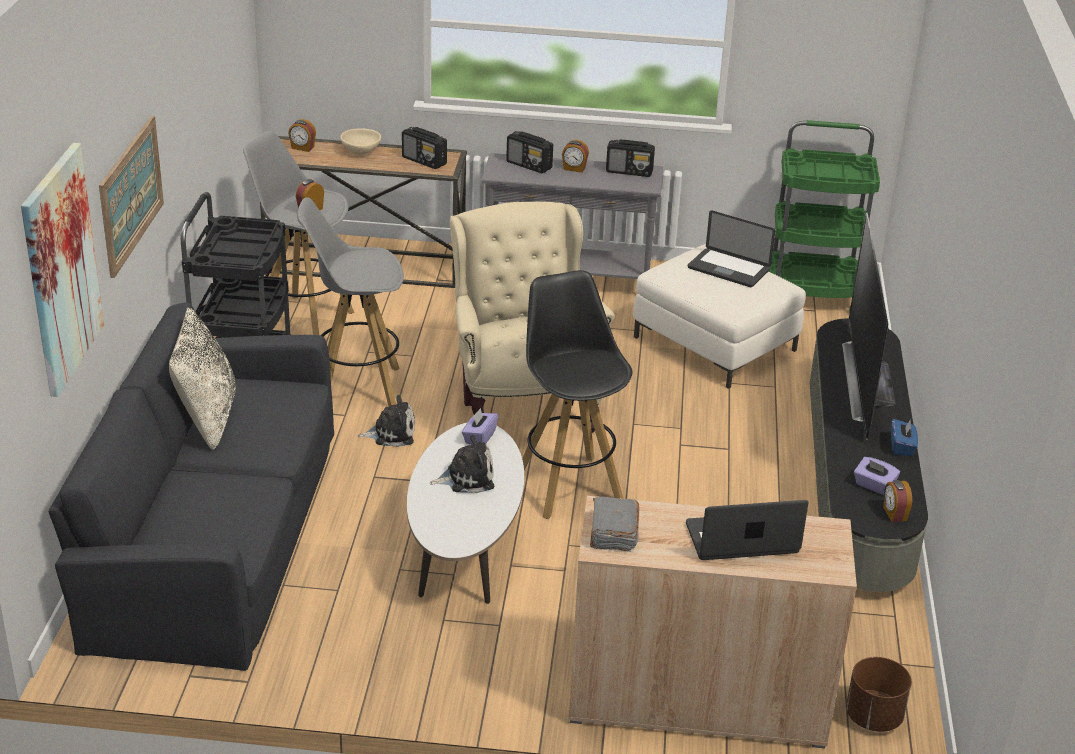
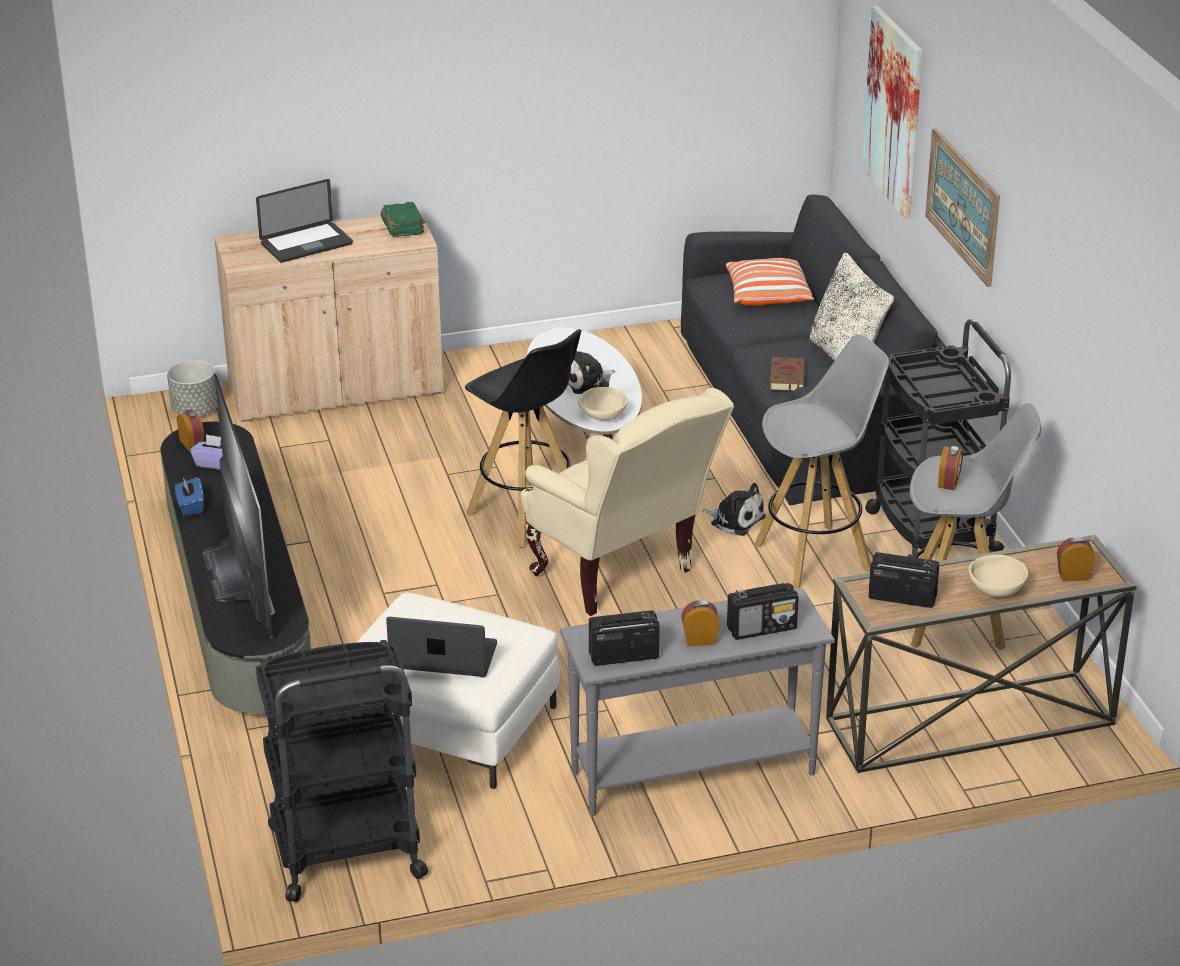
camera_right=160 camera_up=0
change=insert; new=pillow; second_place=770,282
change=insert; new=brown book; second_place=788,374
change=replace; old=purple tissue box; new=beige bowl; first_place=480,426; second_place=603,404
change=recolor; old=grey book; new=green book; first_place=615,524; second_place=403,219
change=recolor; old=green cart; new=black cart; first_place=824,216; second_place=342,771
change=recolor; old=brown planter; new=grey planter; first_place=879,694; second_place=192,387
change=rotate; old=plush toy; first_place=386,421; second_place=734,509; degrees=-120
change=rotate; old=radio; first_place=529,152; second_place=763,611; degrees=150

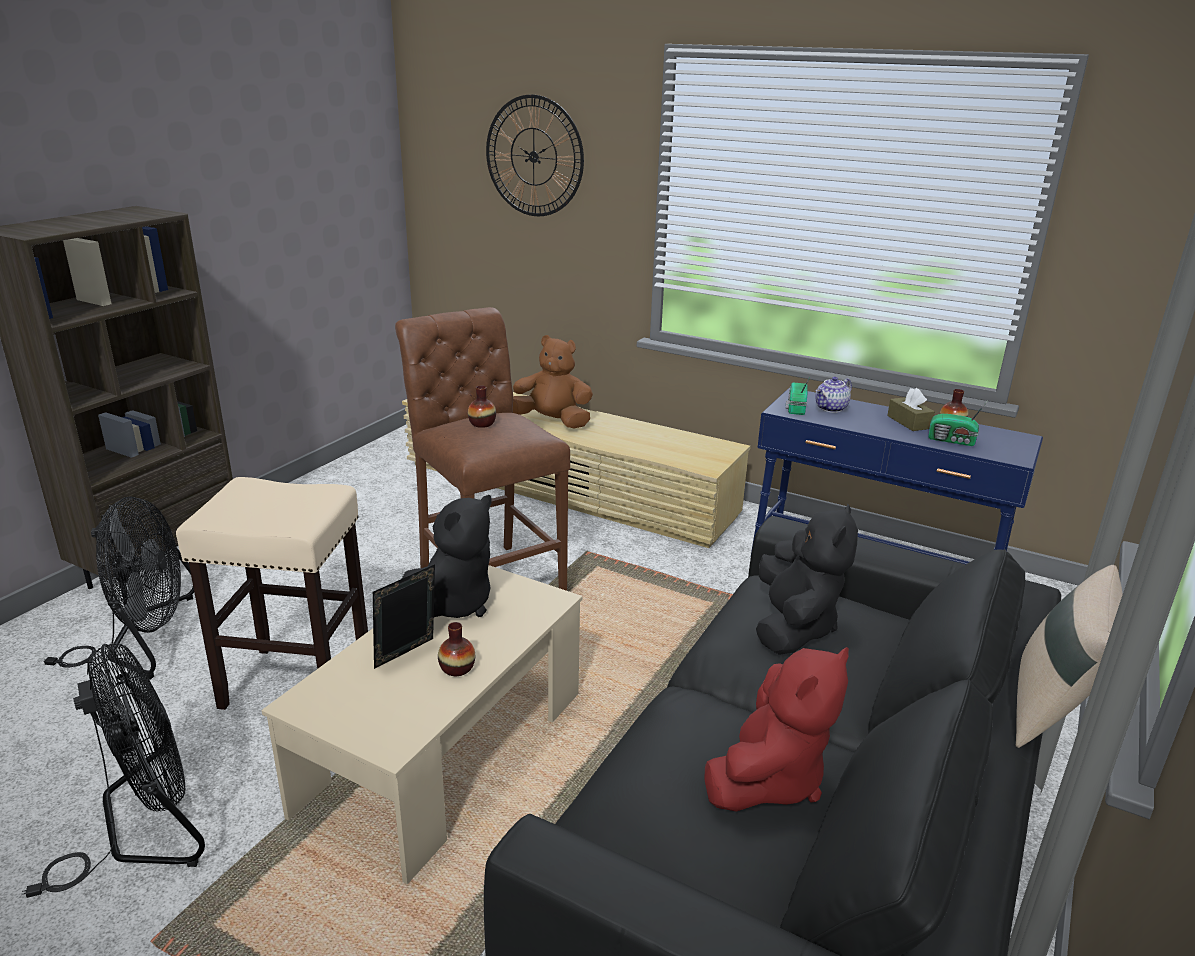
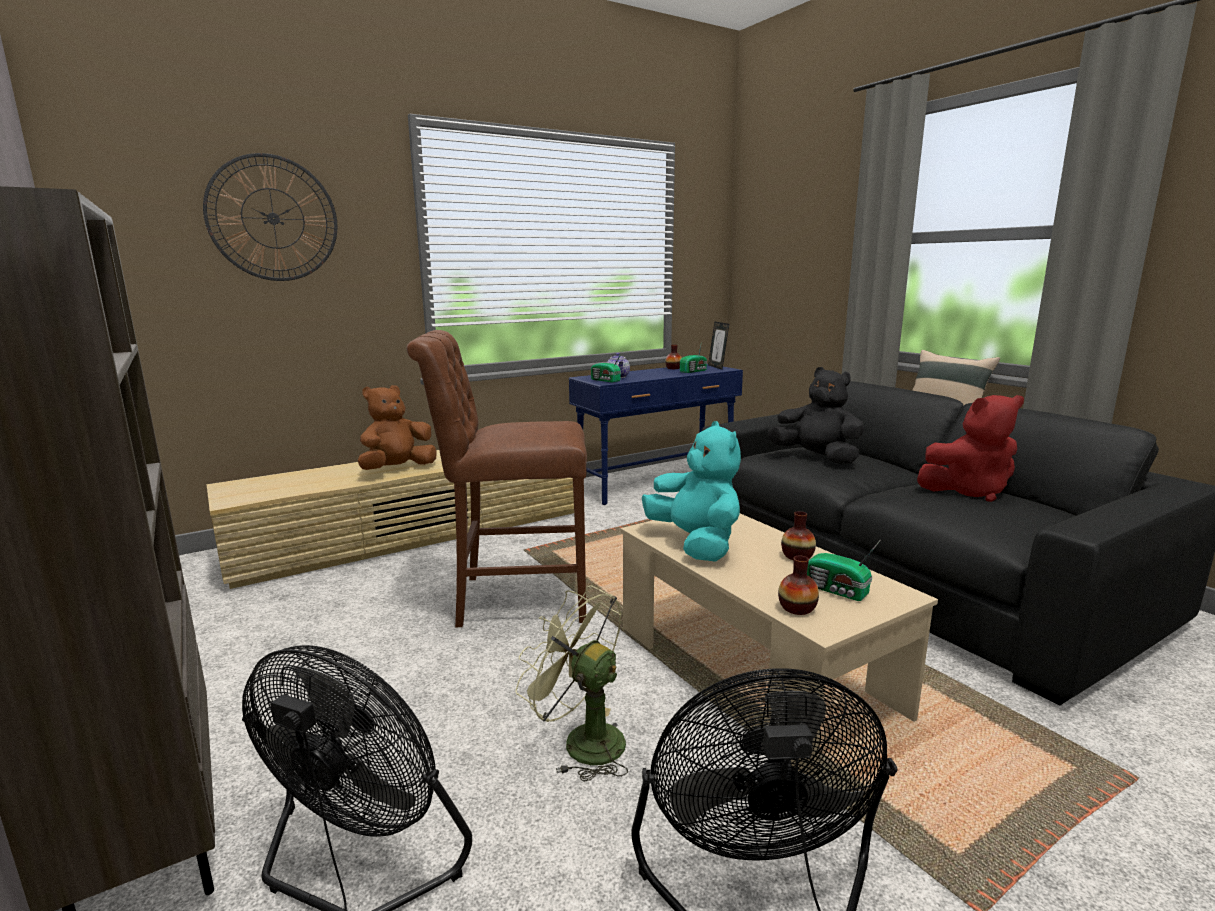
camera_right=-60 camera_up=-10
change=delete; old=brown tissue box; first_place=911,409
change=insert; new=radio; second_place=844,570
change=move; old=picture frame; first_place=404,616; second_place=718,345
change=move; old=vase; first_place=482,406; second_place=798,585
change=replace; old=beige stool; new=green fan; first_place=272,593; second_place=571,683
change=recolor; old=black plush toy; new=turquoise plush toy; first_place=447,556; second_place=691,491
change=rotate; old=red plush toy; first_place=776,729; second_place=970,448; degrees=105

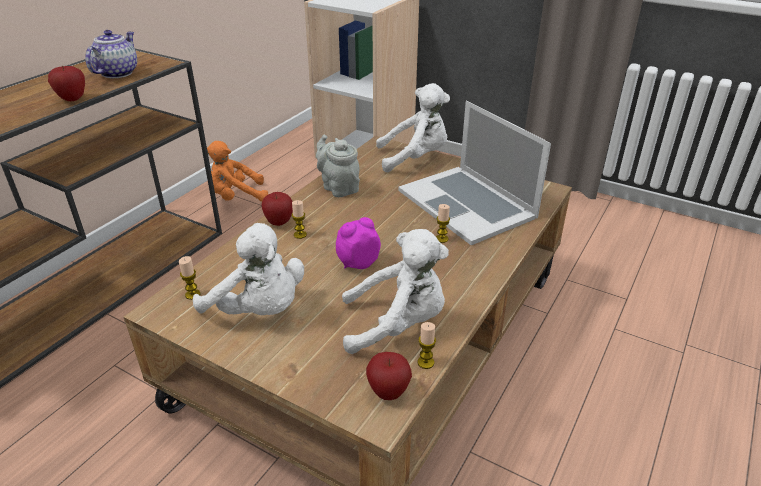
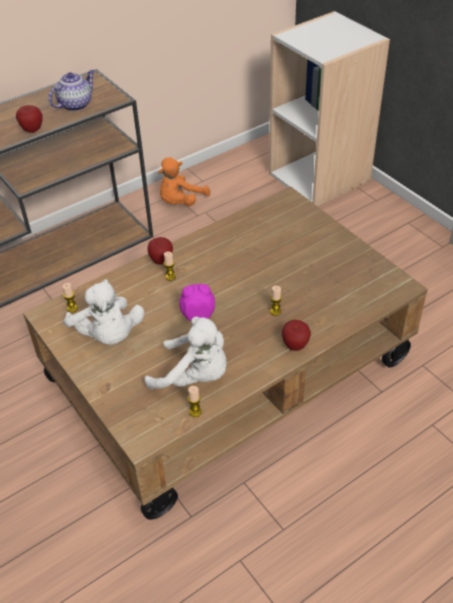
camera_right=25 camera_up=10
change=delete; old=grey teapot; first_place=338,165
change=delete; old=white plush toy; first_place=413,127
change=delete; old=laptop; first_place=474,173
change=move; old=apple; first_place=389,376; second_place=296,335
change=rotate; old=orange plush toy; first_place=237,171; second_place=184,181; degrees=-60

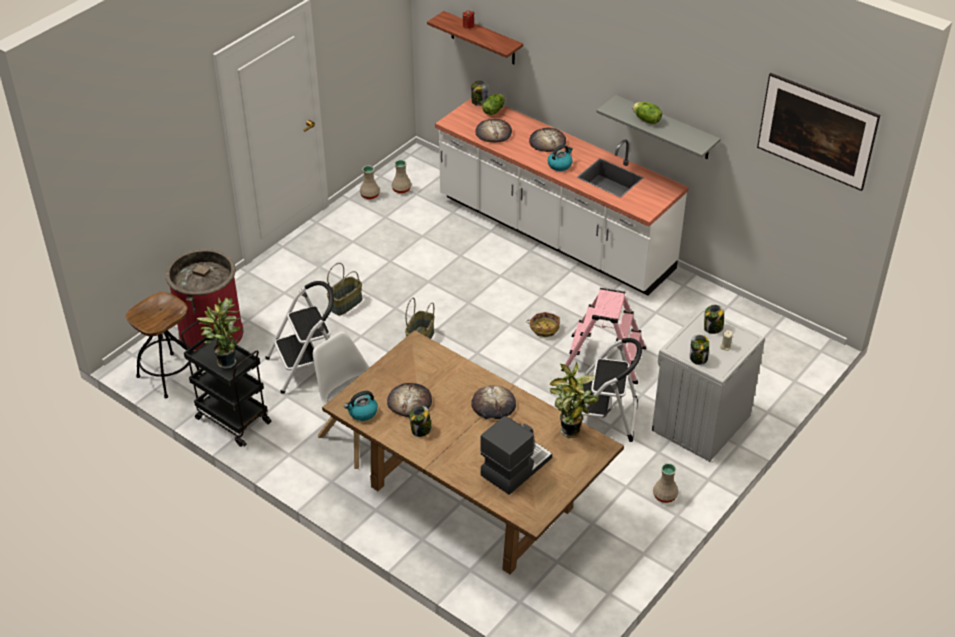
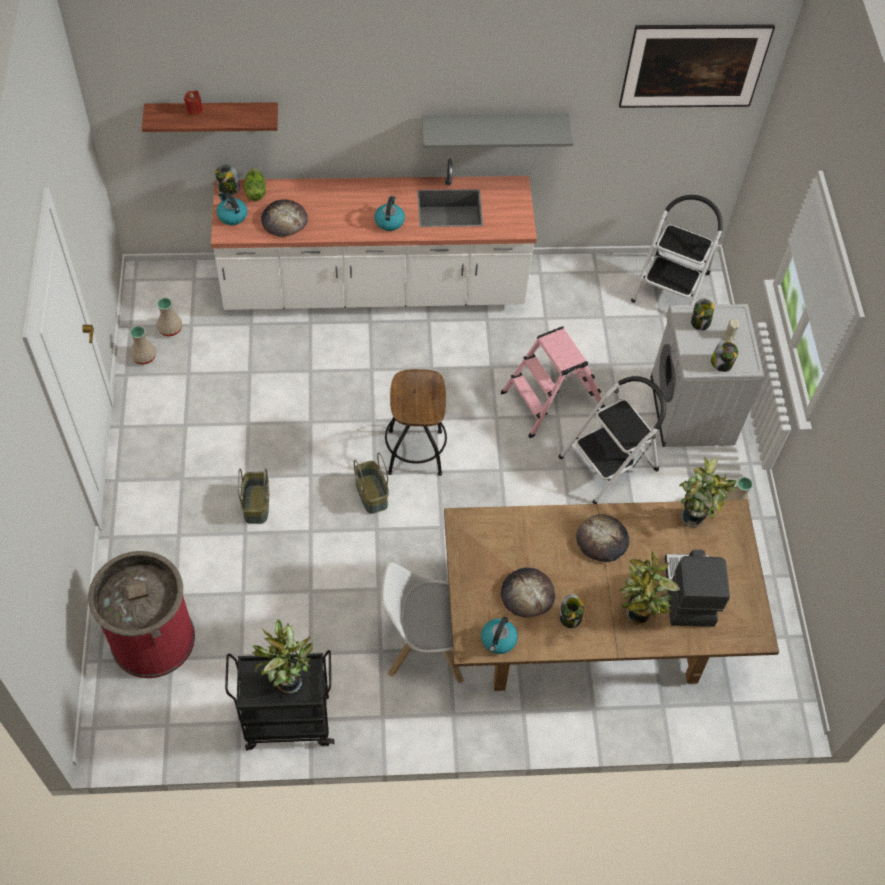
camera_right=-45 camera_up=15
change=delete; old=basket; first_place=543,324
change=delete; old=bread; first_place=547,140
change=delete; old=lettuce; first_place=647,113
change=insert; new=kettle; second_place=232,208
change=insert; new=potted plant; second_place=649,587
change=move; old=brown stool; first_place=164,345; second_place=416,422
change=move; old=step ladder; first_place=299,337; second_place=677,250

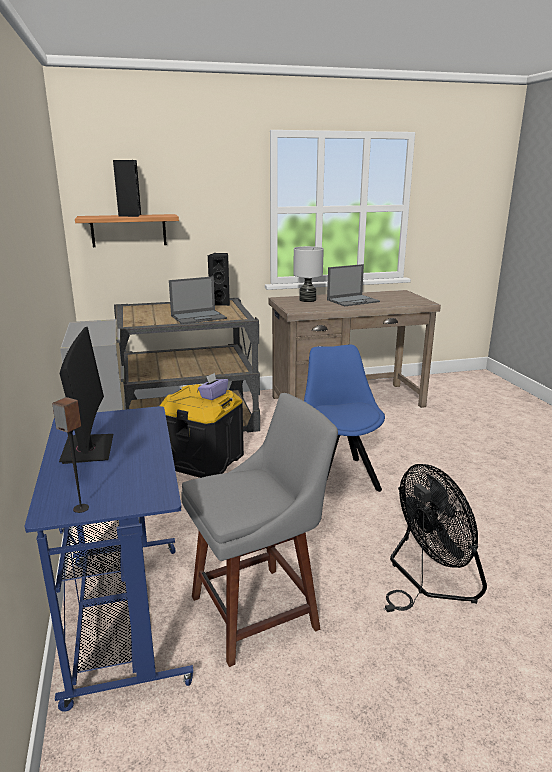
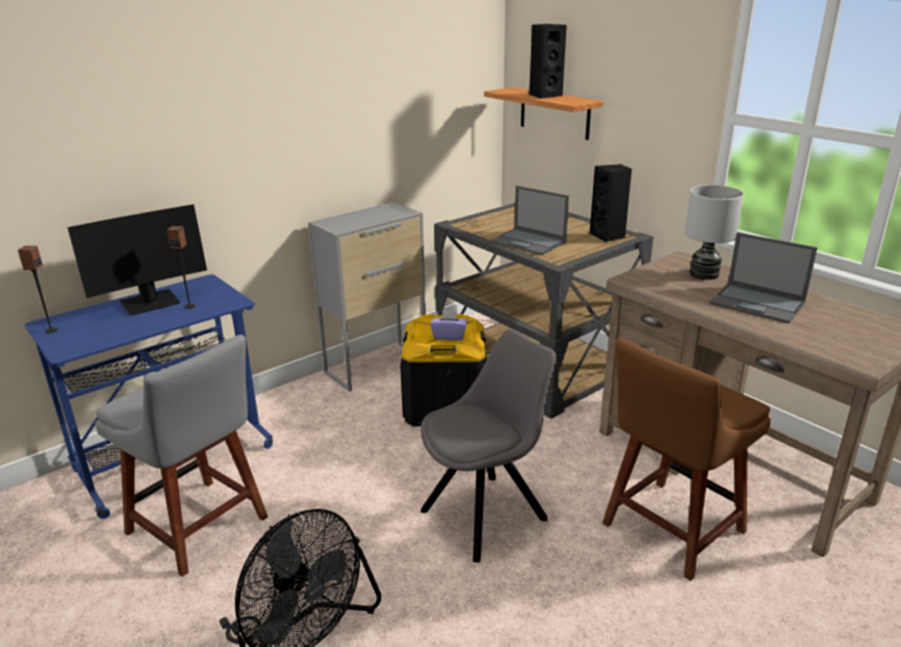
camera_right=65 camera_up=5
change=insert; new=speaker; second_place=181,267
change=insert; new=brown stool; second_place=686,459
change=recolor; old=blue chair; new=grey chair; first_place=344,418; second_place=488,446

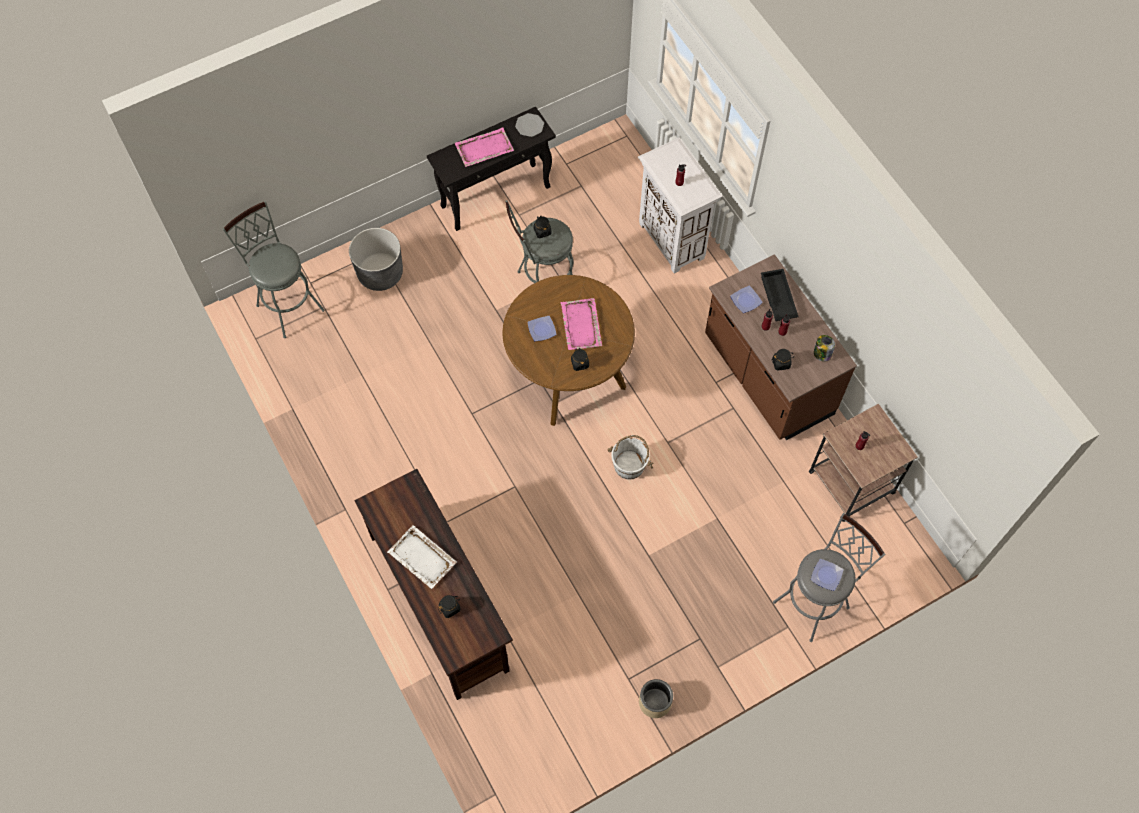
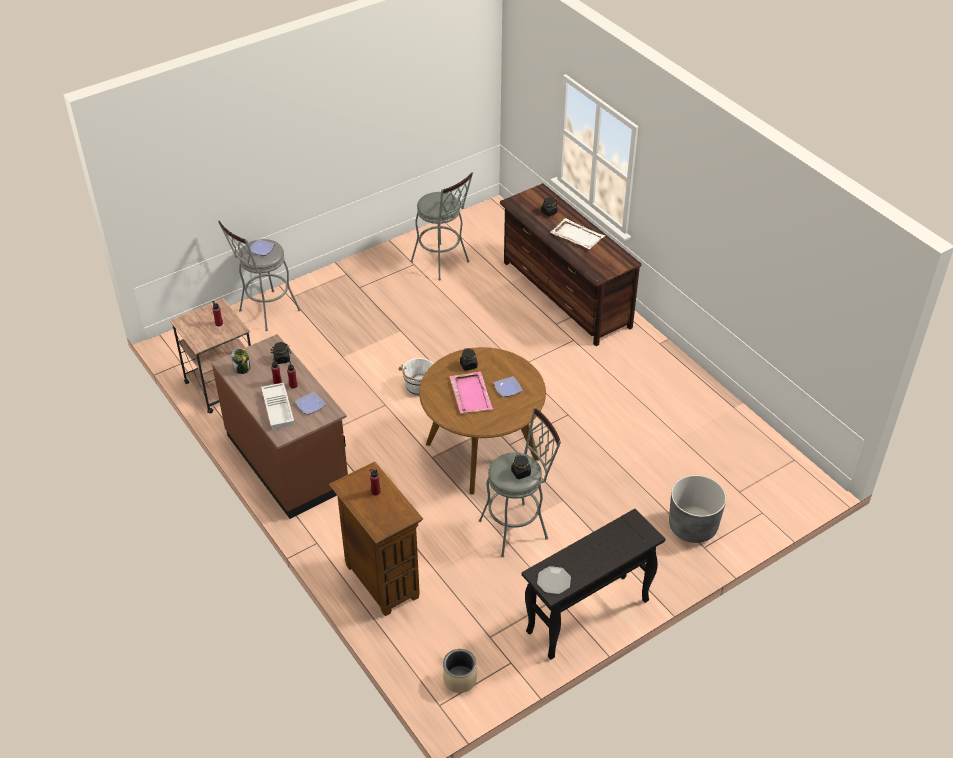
camera_right=175 camera_up=-20
change=delete; old=pink tray; first_place=484,147
change=move; old=grey stool; first_place=274,269; second_place=441,226
change=move; old=beige planter; first_place=656,698; second_place=460,671
change=recolor; old=white cabinet; new=brown cabinet; first_place=680,205; second_place=376,539
change=recolor; old=black tray; new=white tray; first_place=780,295; second_place=277,406

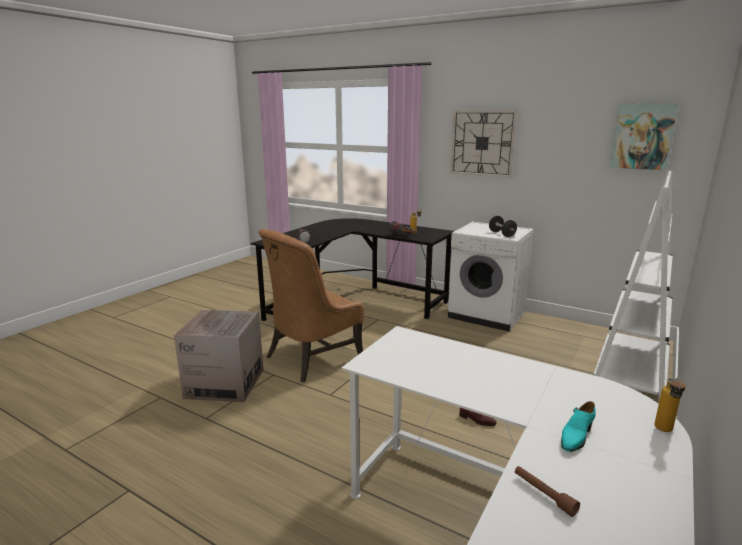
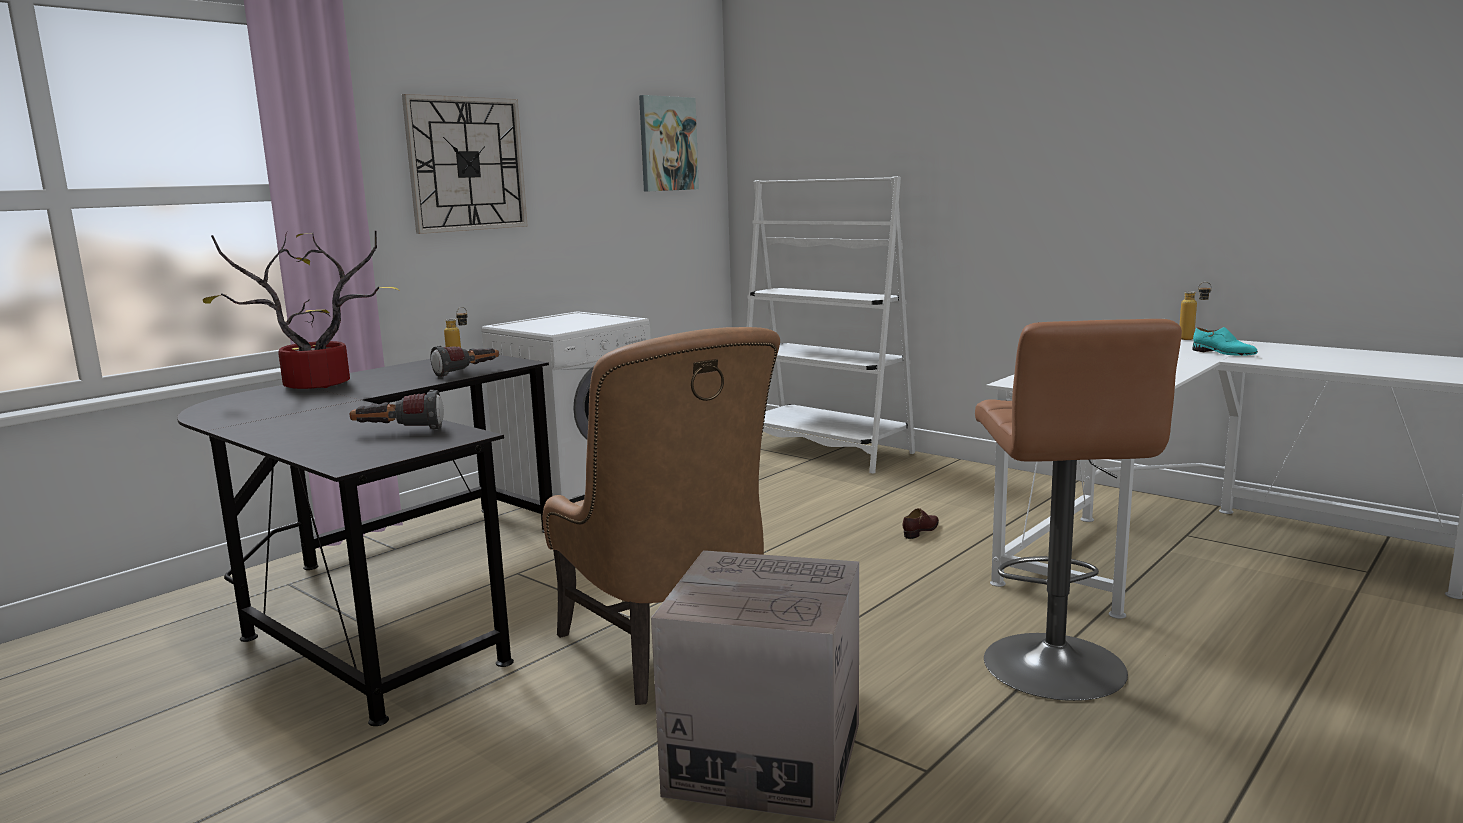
camera_right=-80 camera_up=-5
change=delete; old=black dumbbell; first_place=503,226
change=delete; old=brown flashlight; first_place=547,491
change=insert; new=potted plant; second_place=301,309
change=insert; new=brown stool; second_place=1078,510

